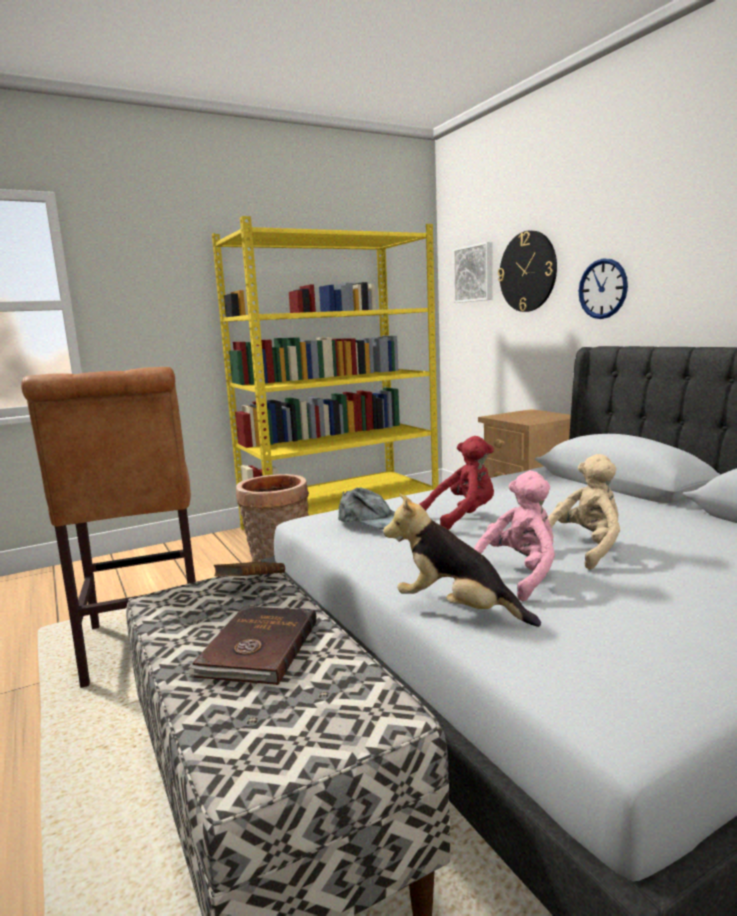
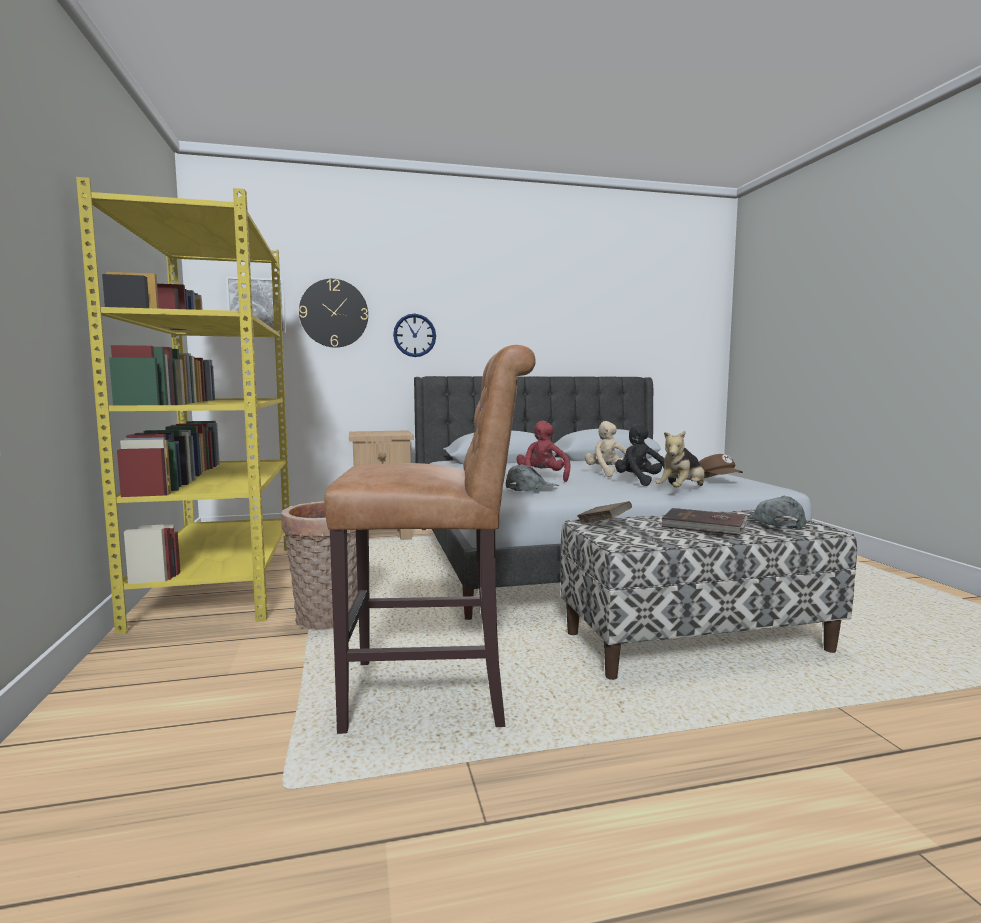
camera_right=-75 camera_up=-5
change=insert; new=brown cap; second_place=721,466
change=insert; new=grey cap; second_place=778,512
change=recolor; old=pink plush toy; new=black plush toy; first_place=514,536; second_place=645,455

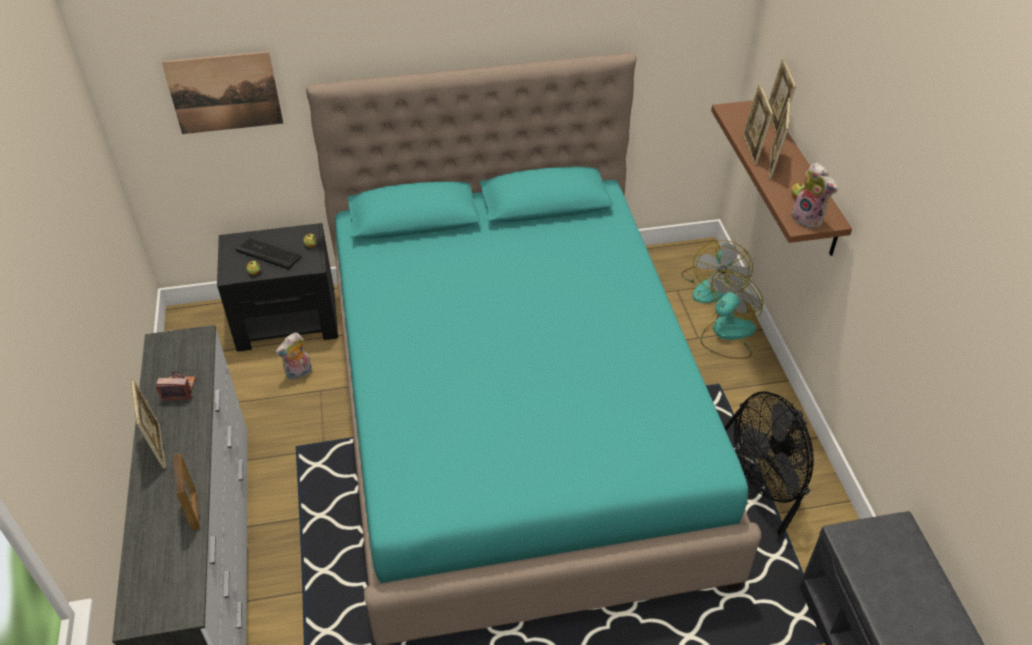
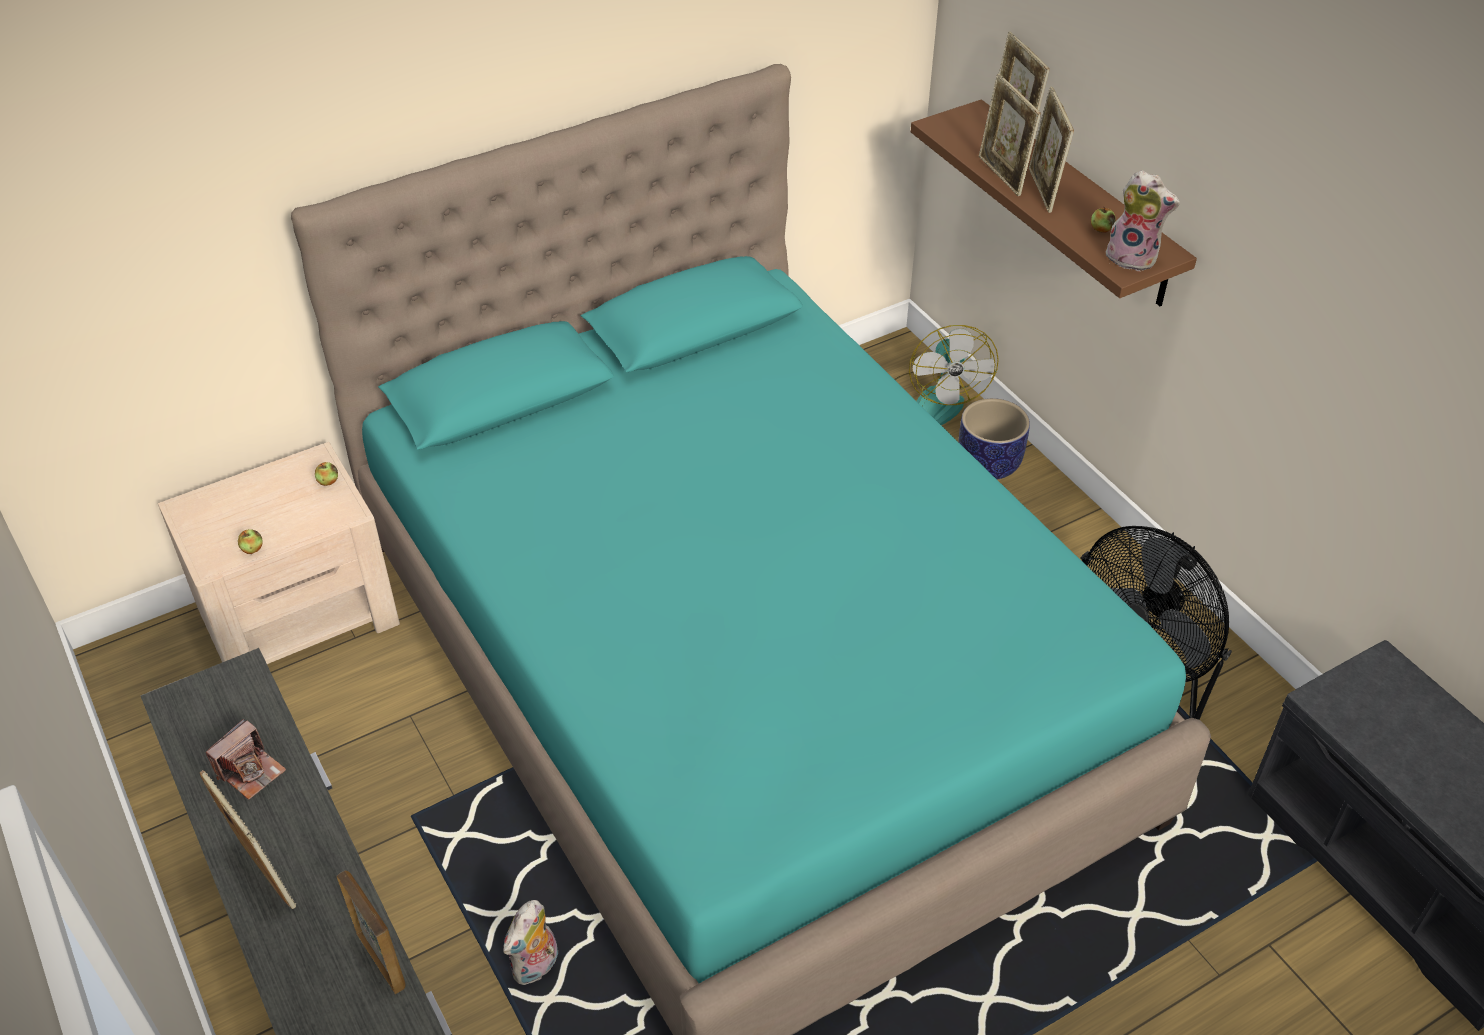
camera_right=-20 camera_up=0
change=delete; old=picture; first_place=222,93
change=delete; old=keyboard; first_place=268,253
change=move; old=plush toy; first_place=293,356; second_place=530,942
change=replace; old=fan; new=planter; first_place=732,314; second_place=994,439
change=recolor; old=black nightstand; new=beige nightstand; first_place=277,287; second_place=279,553
change=rotate; old=photo camera; first_place=175,386; second_place=246,759; degrees=150

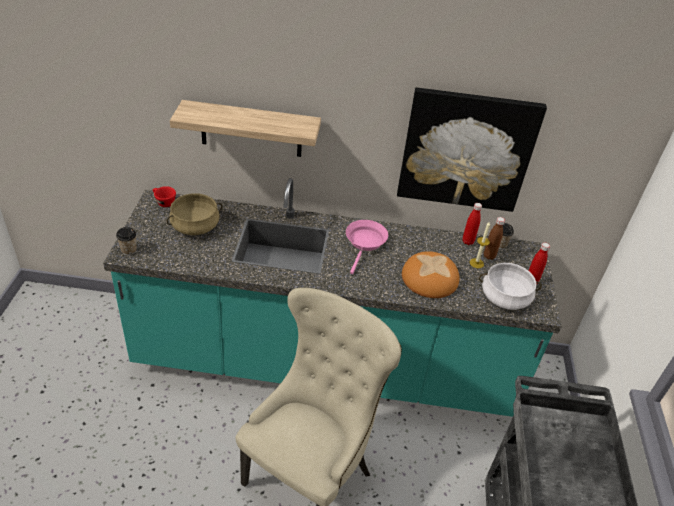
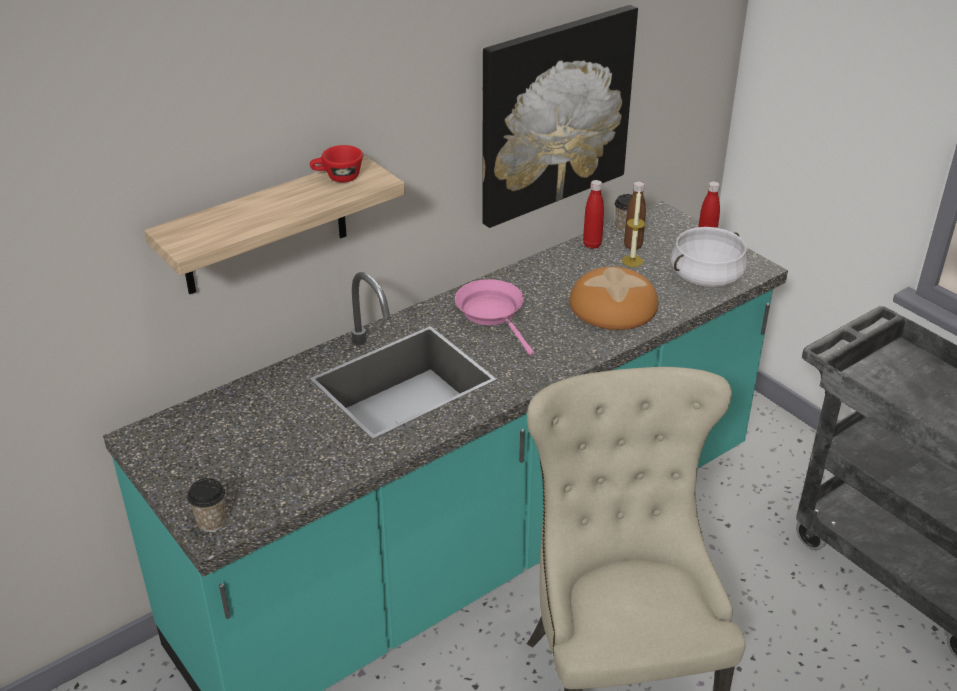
camera_right=-40 camera_up=-5
change=delete; old=beige cooking pot; first_place=195,214
change=move; old=red cup; first_place=164,196; second_place=336,163

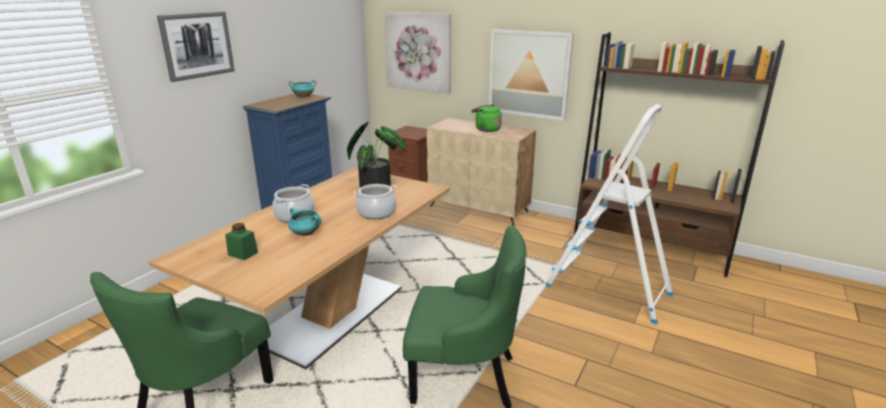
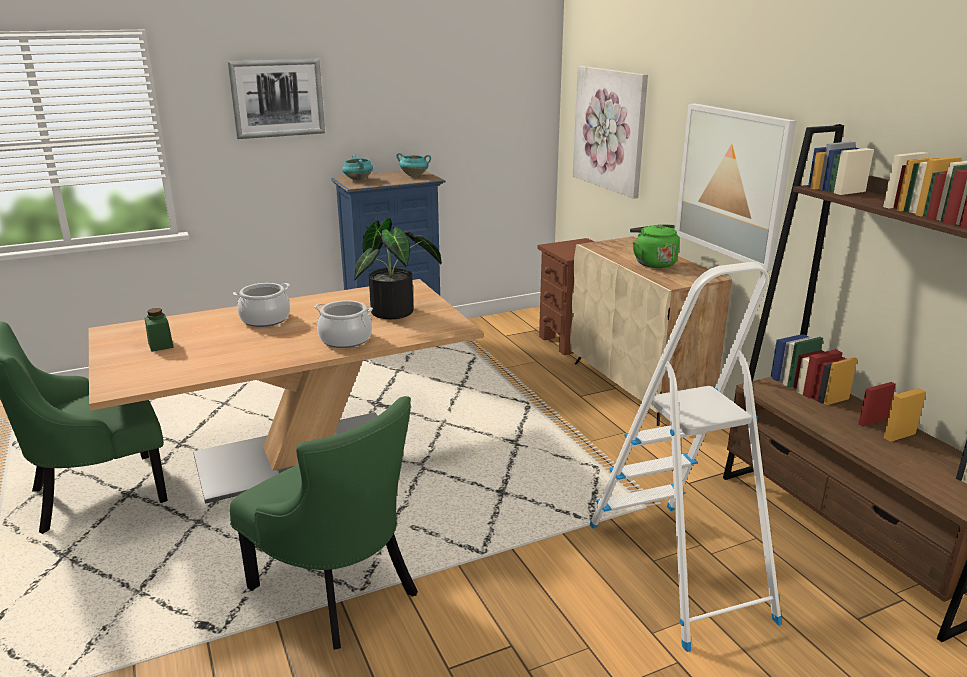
camera_right=35 camera_up=0
change=move; old=turquoise cooking pot; first_place=304,221; second_place=357,168

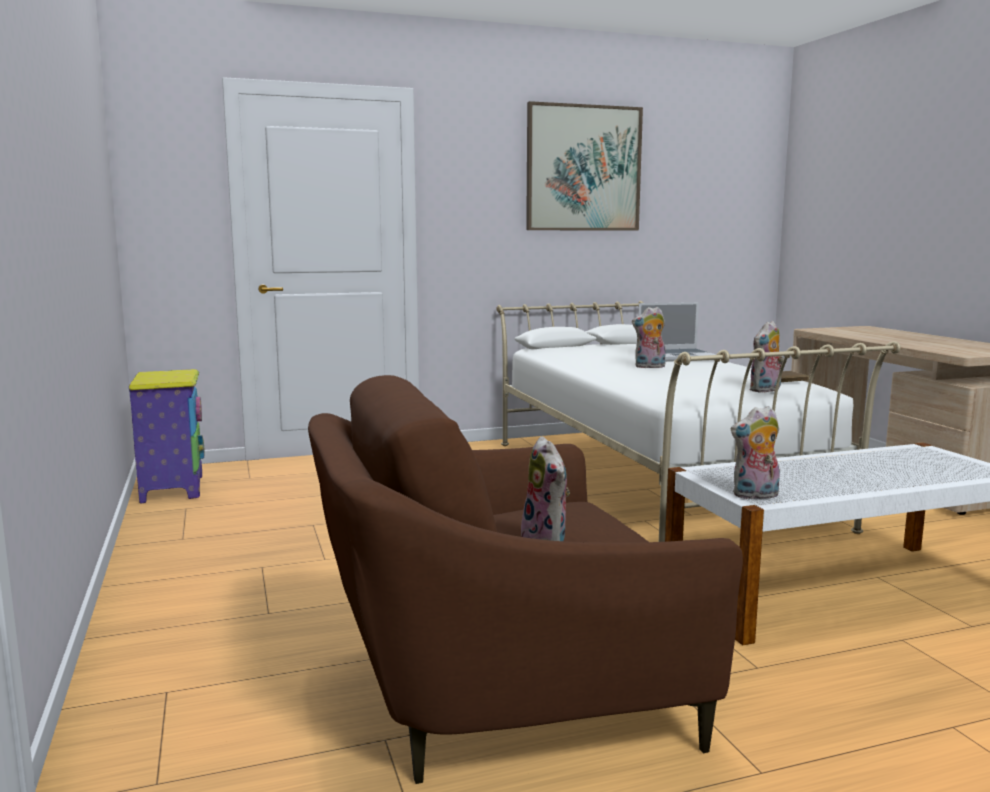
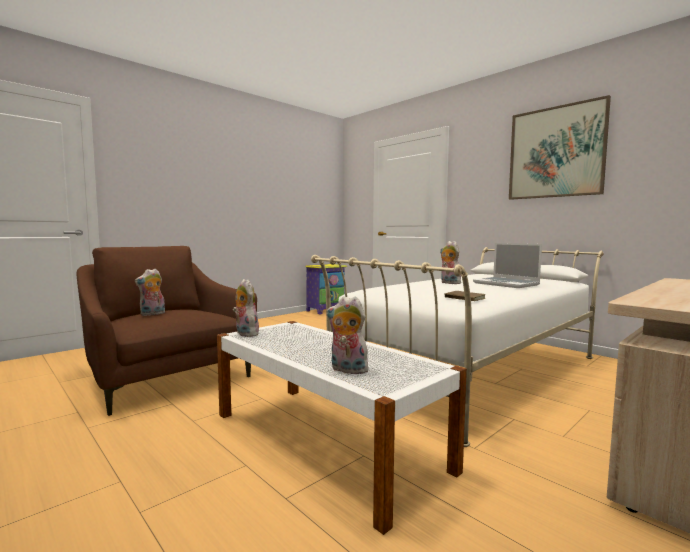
camera_right=65 camera_up=-5
change=move; old=plush toy; first_place=766,357; second_place=347,335

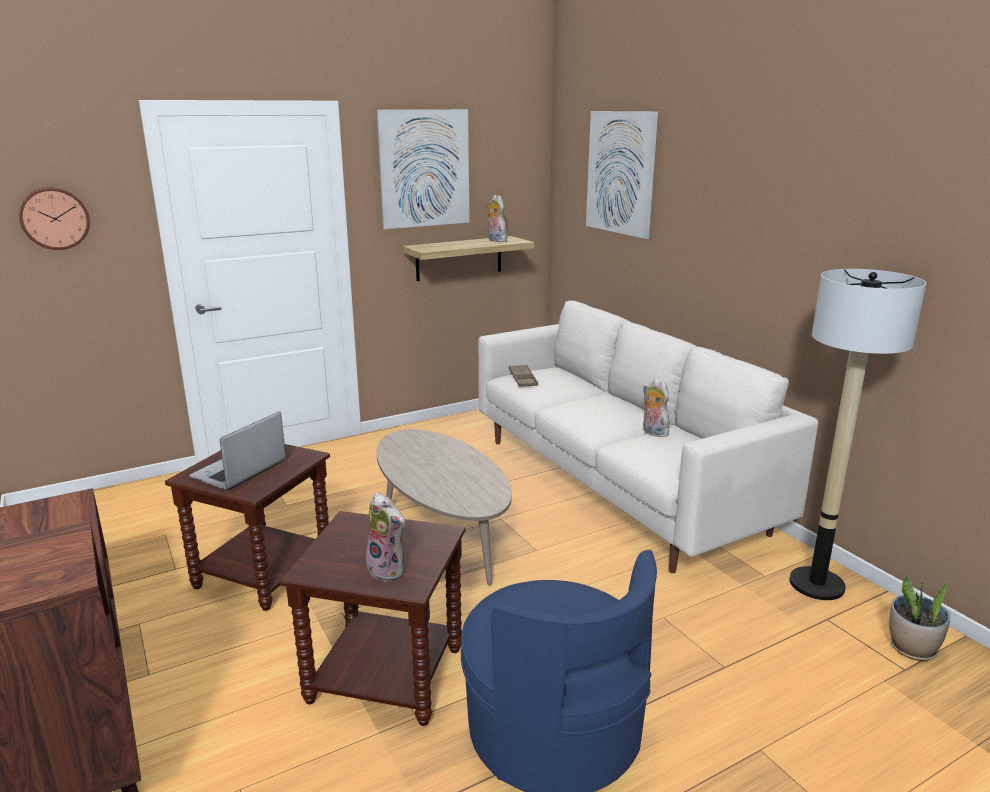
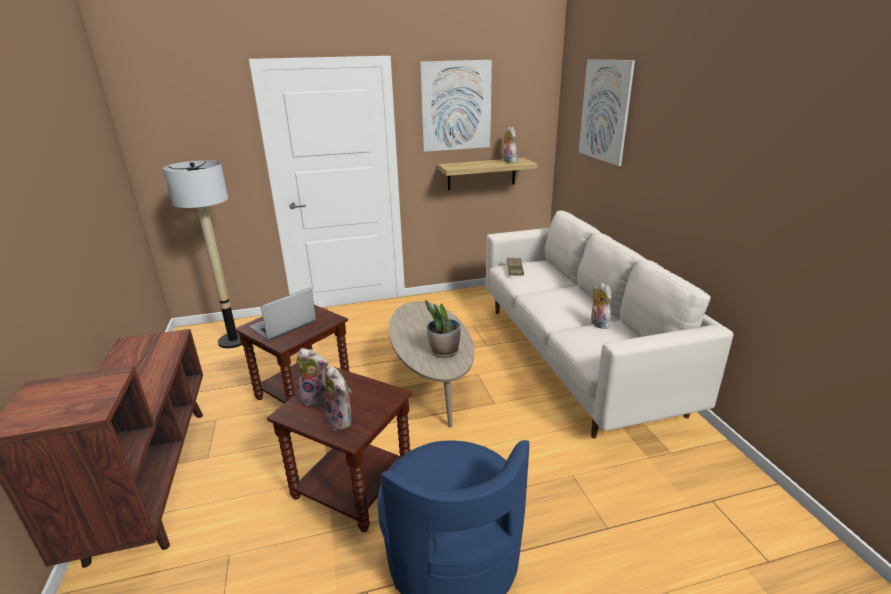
camera_right=15 camera_up=5
change=delete; old=wall clock; first_place=54,218
change=insert; new=plush toy; second_place=312,377
change=move; old=floor lamp; first_place=857,434; second_place=202,254
change=move; old=potted plant; first_place=919,618; second_place=442,329

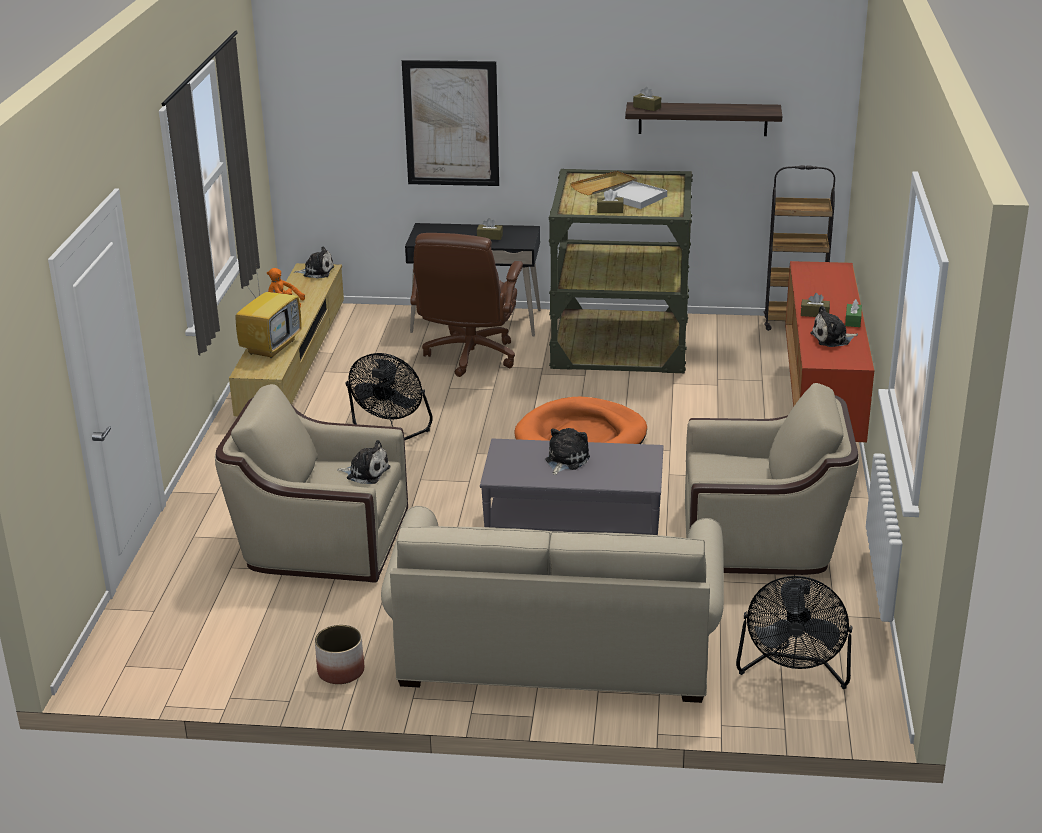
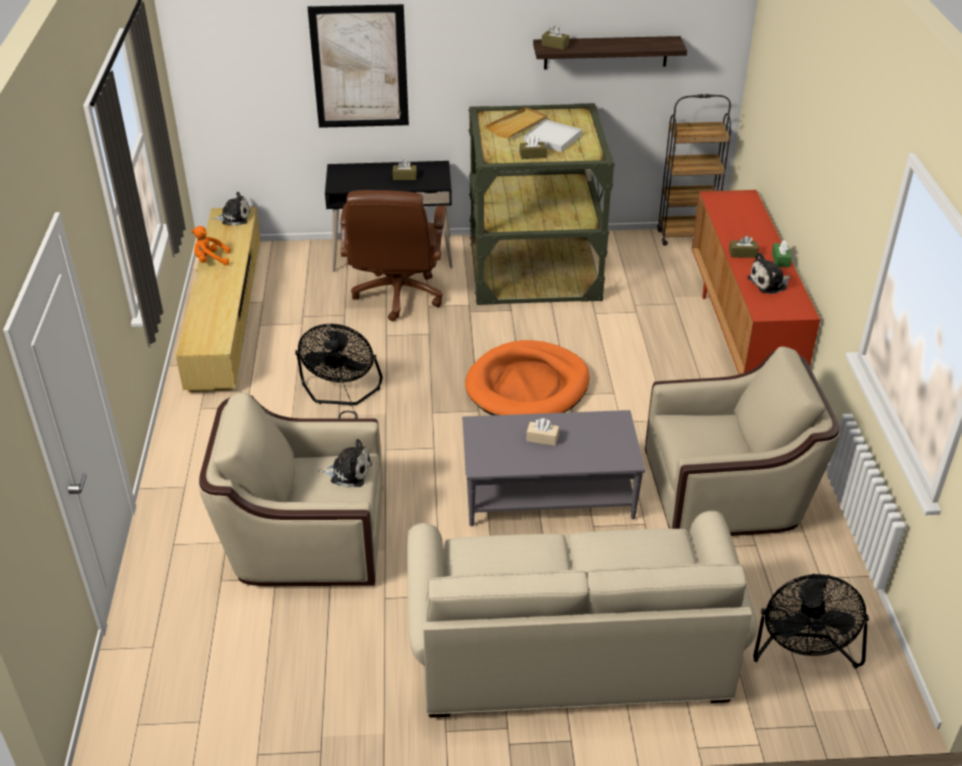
camera_right=-10 camera_up=10
change=delete; old=television; first_place=268,311
change=delete; old=planter; first_place=339,654
change=replace; old=plush toy; new=beige tissue box; first_place=567,451; second_place=542,432

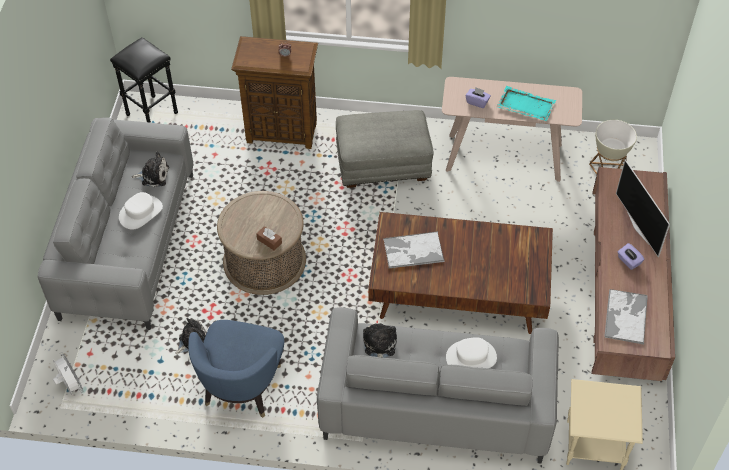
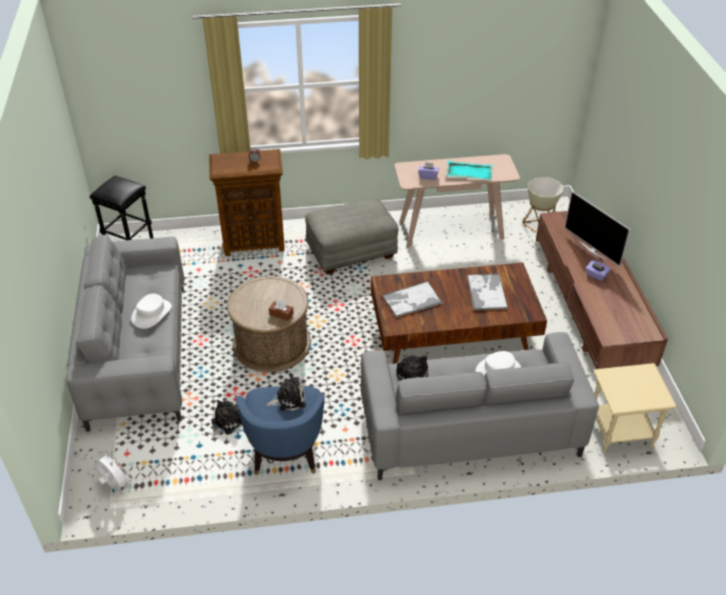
camera_right=-15 camera_up=-10
change=move; old=plush toy; first_place=150,169; second_place=286,392
change=move; old=tray; first_place=626,317; second_place=487,292

